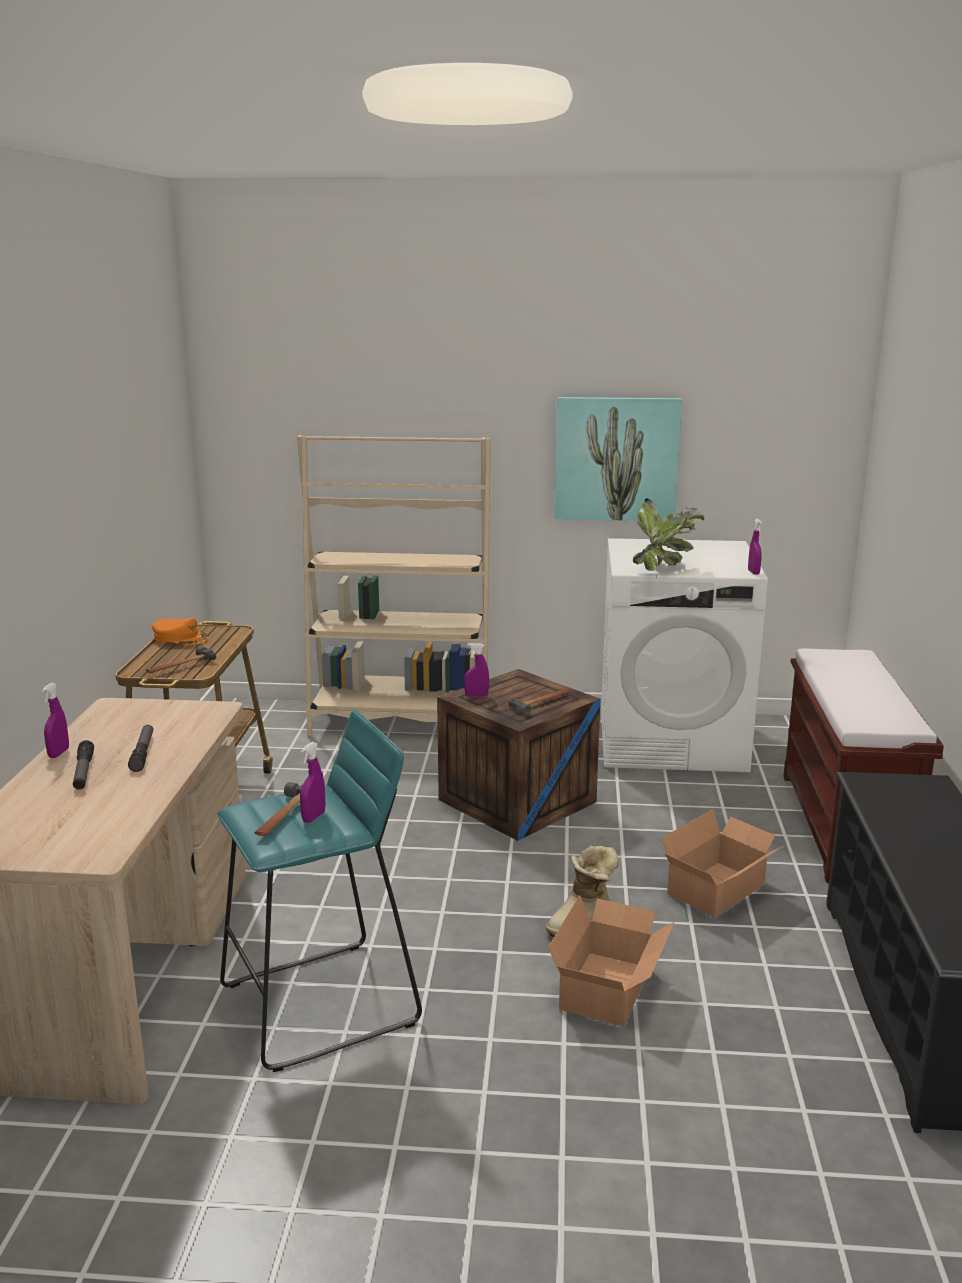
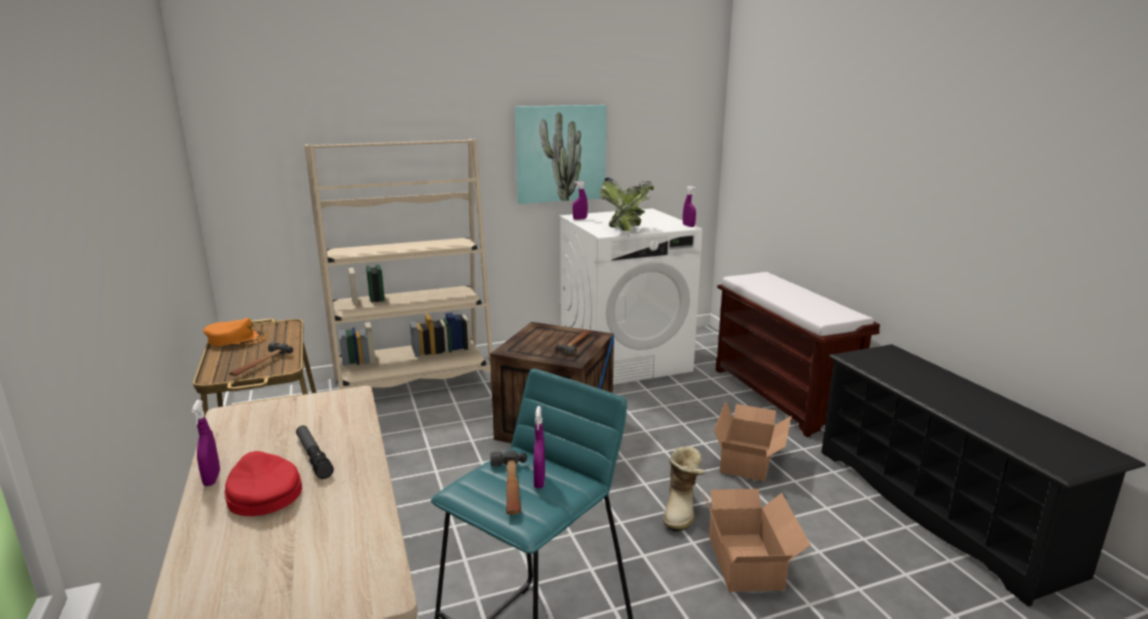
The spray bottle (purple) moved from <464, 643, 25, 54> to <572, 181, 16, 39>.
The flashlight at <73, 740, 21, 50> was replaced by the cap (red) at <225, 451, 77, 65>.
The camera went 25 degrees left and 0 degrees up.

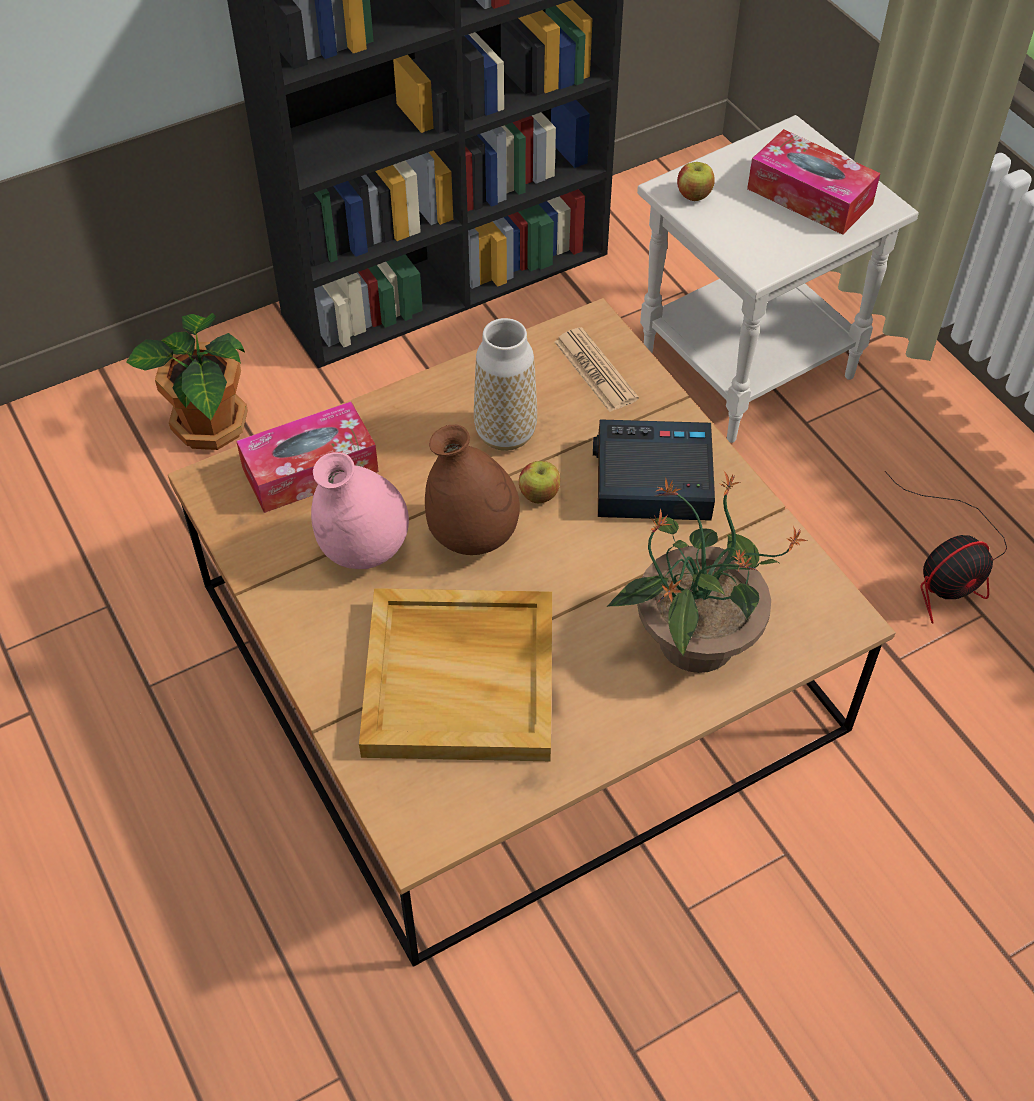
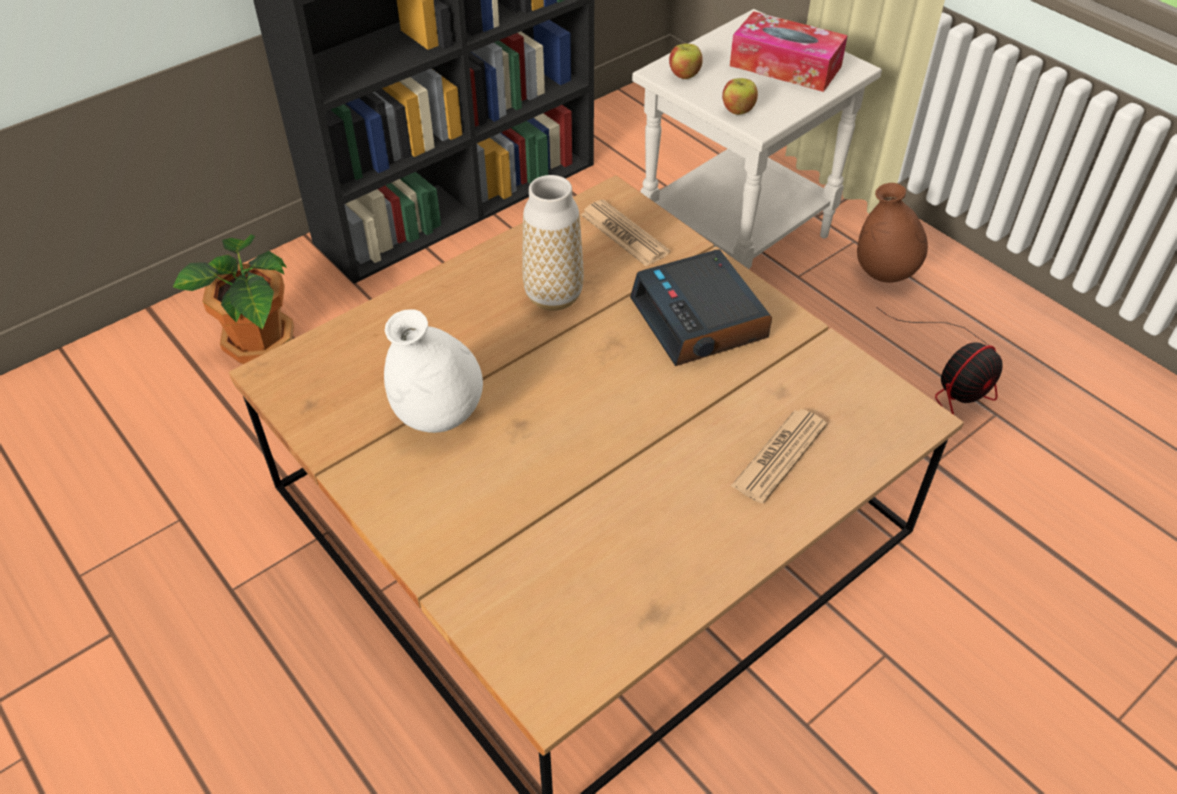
The tissue box at <236, 401, 143, 112> disappeared.
The alarm clock at <593, 419, 122, 102> turned 105 degrees counterclockwise.
The vase (brown) moved from <425, 425, 95, 130> to <857, 183, 71, 100>.
The vase (pink) at <311, 452, 98, 117> became the vase (white) at <384, 309, 99, 124>.
The apple moved from <519, 461, 41, 42> to <722, 78, 36, 37>.
The potted plant at <607, 471, 200, 202> was replaced by the newspaper at <731, 409, 96, 94>.
The tray (beige) at <359, 588, 193, 173> disappeared.
The camera went 10 degrees left and 5 degrees down.

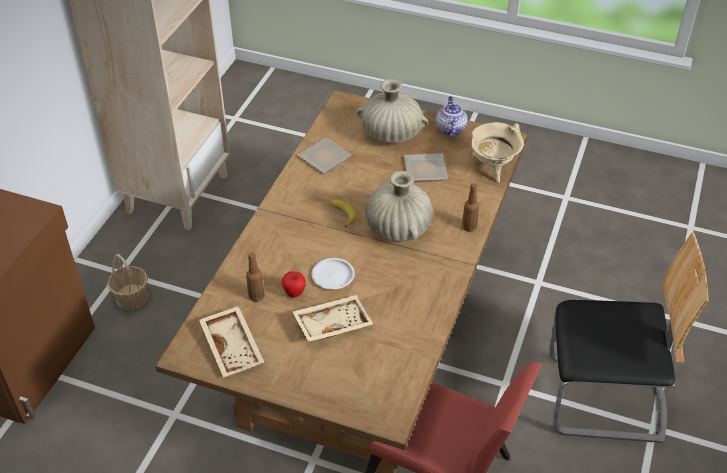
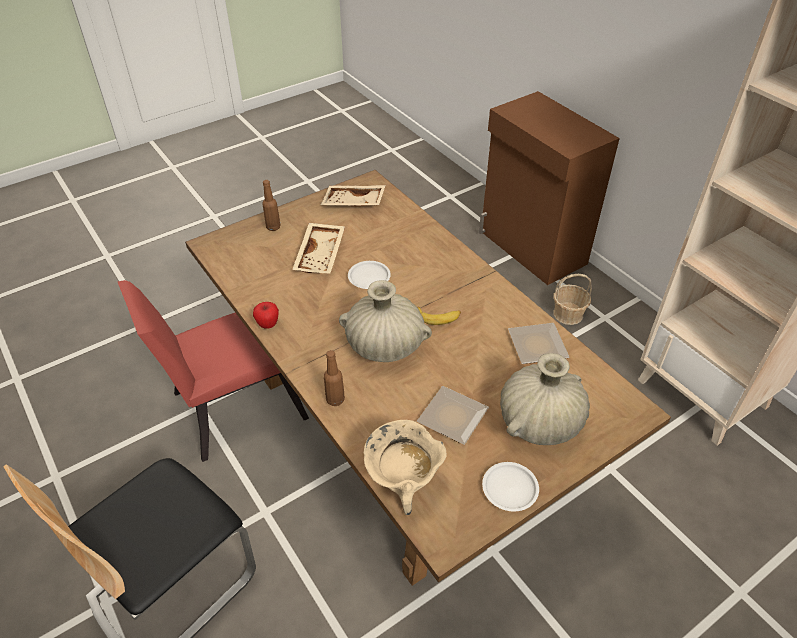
The teapot at <436, 96, 32, 42> was replaced by the plate (white) at <482, 462, 57, 50>.
The bottle (brown) moved from <246, 252, 19, 50> to <262, 180, 19, 51>.
The apple moved from <282, 271, 24, 26> to <253, 302, 26, 27>.
The camera went 125 degrees right and 0 degrees up.

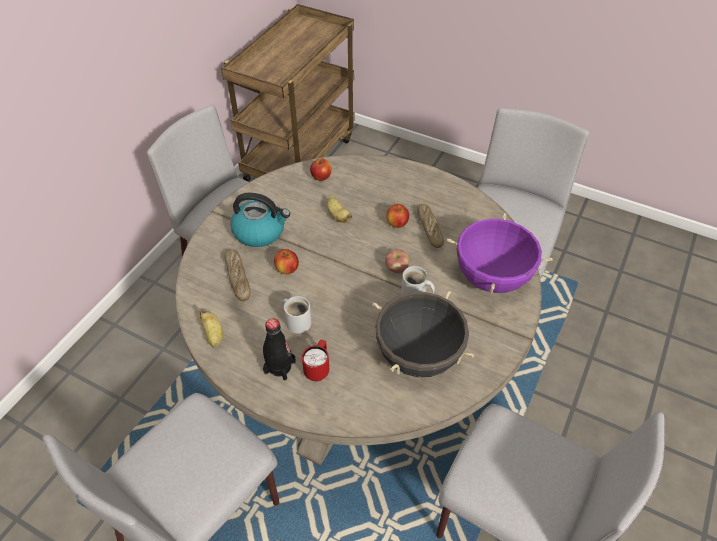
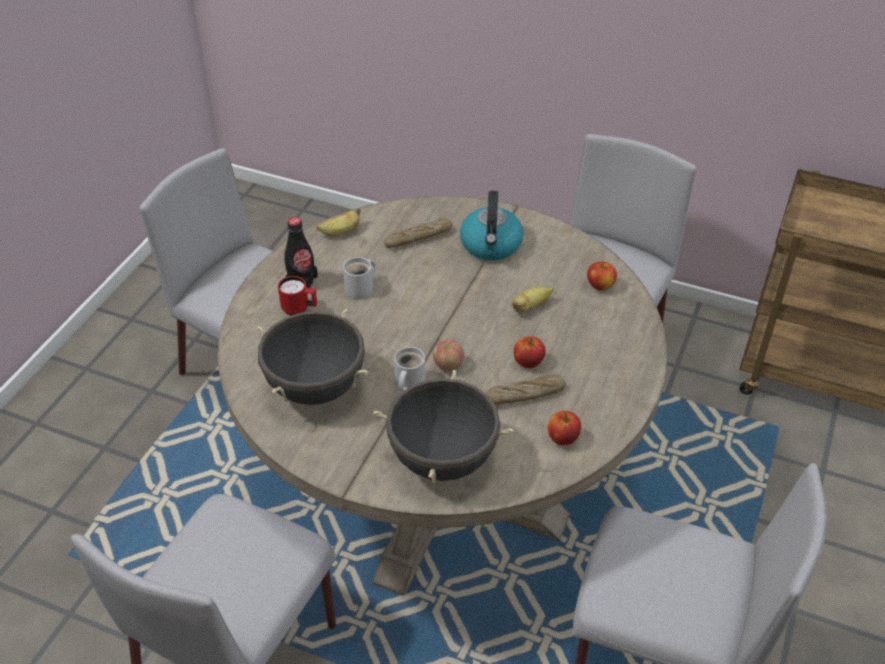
The cooking pot (purple) at <447, 214, 106, 80> became the cooking pot (black) at <374, 370, 140, 113>.
The apple moved from <274, 249, 25, 25> to <548, 411, 33, 34>.
The camera went 85 degrees right and 5 degrees down.

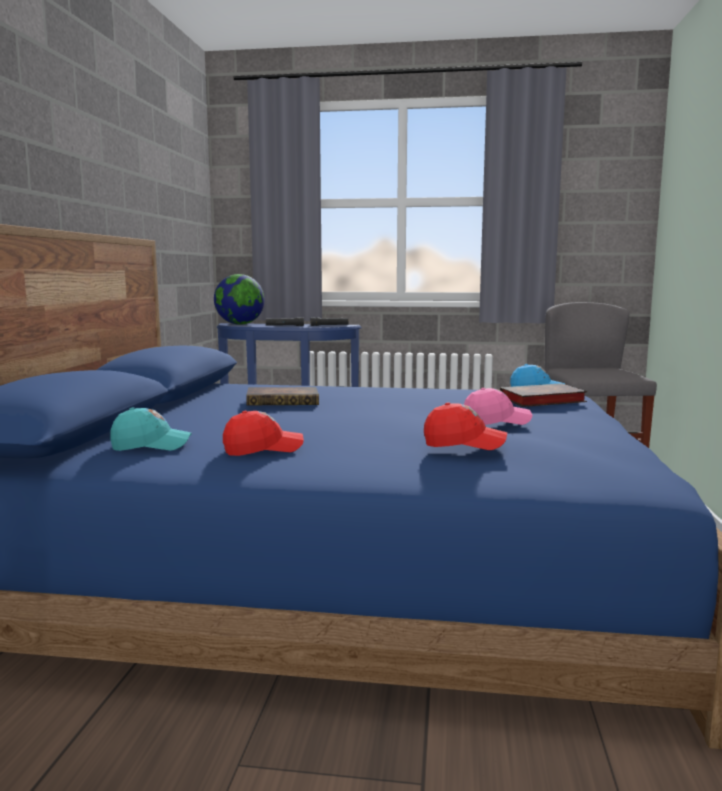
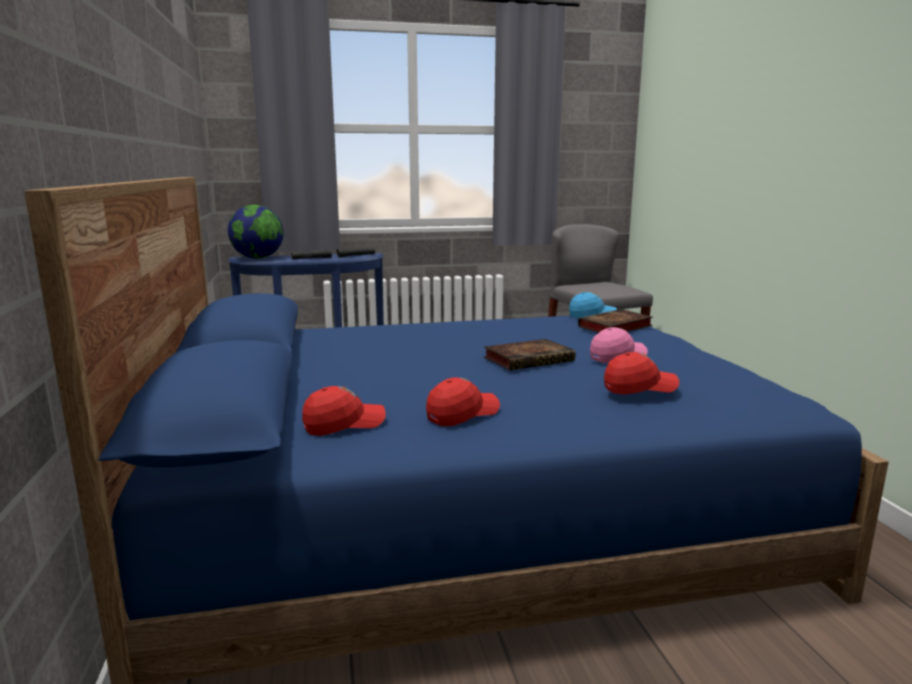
The book moved from <246, 387, 73, 18> to <483, 339, 92, 31>.
The cap (turquoise) at <110, 407, 82, 44> became the cap (red) at <302, 386, 84, 50>.
The camera went 20 degrees left and 5 degrees up.

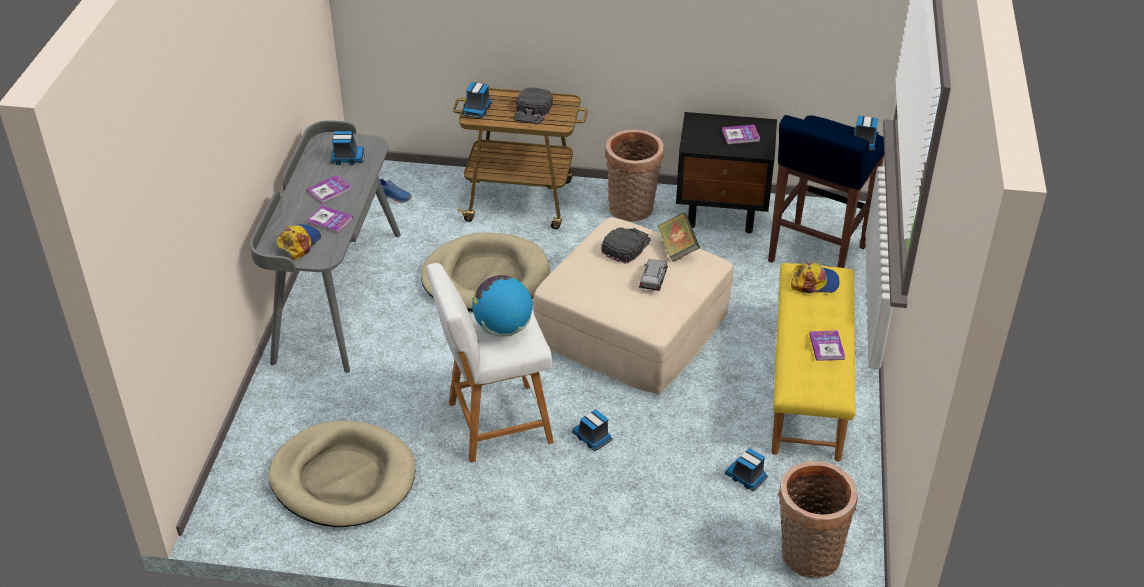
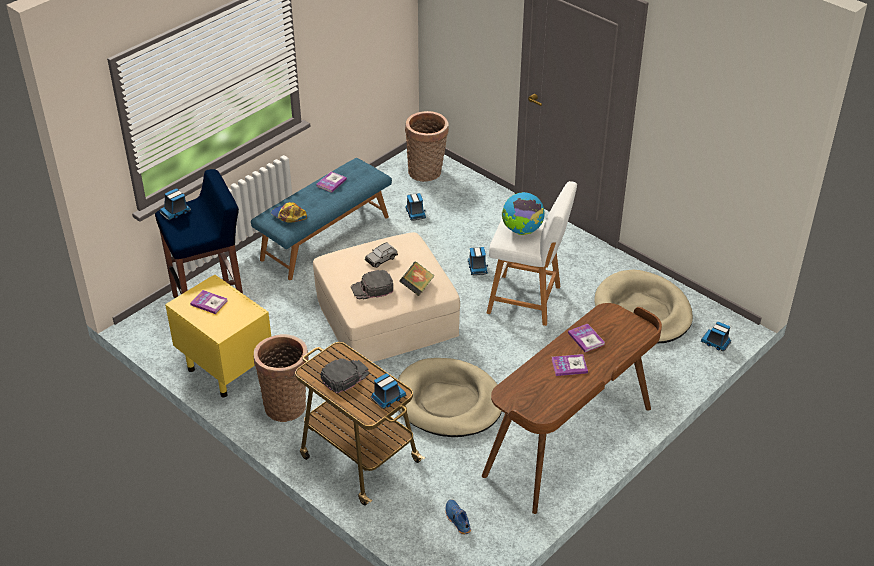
The nightstand (black) at <676, 112, 101, 121> became the nightstand (yellow) at <165, 275, 106, 122>.
The desk (grey) at <250, 120, 151, 253> became the desk (brown) at <482, 303, 180, 211>.
The toy truck moved from <330, 131, 35, 34> to <701, 322, 30, 30>.
The book moved from <658, 213, 42, 49> to <400, 261, 35, 35>.
The cap at <276, 224, 45, 36> disappeared.
The bench (yellow) at <771, 263, 84, 198> became the bench (blue) at <251, 158, 141, 122>.
The camera went 145 degrees left and 0 degrees up.

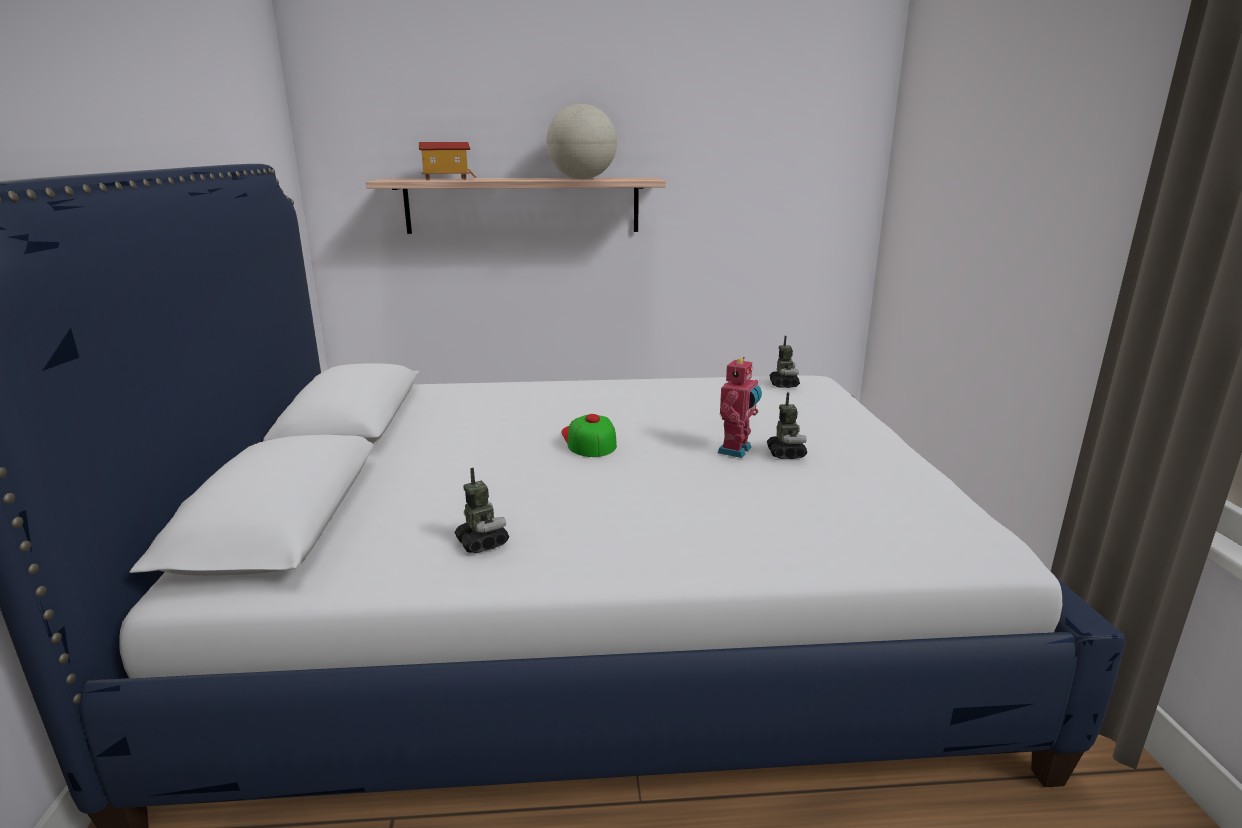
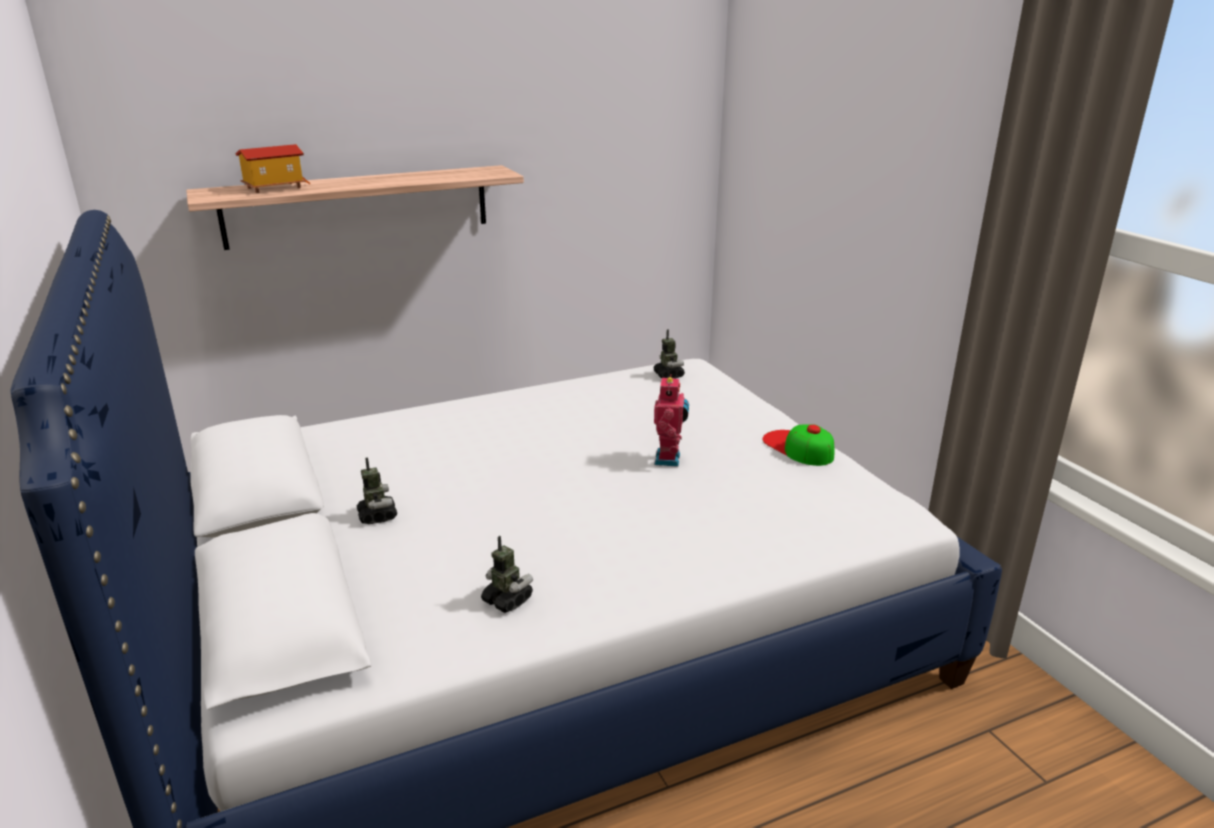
The globe at <546, 104, 71, 75> disappeared.
The toy robot moved from <767, 392, 40, 67> to <357, 457, 40, 67>.
The cap moved from <561, 414, 56, 43> to <763, 424, 71, 42>.
The camera went 20 degrees left and 5 degrees up.

